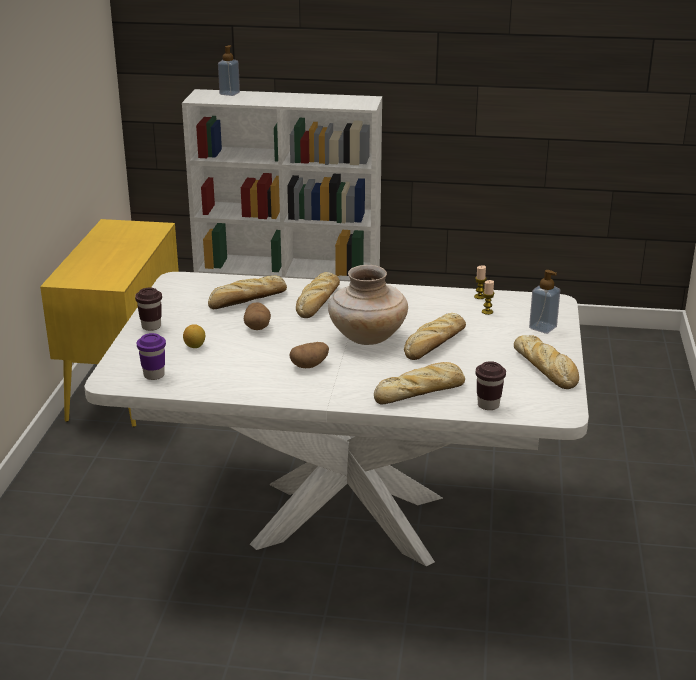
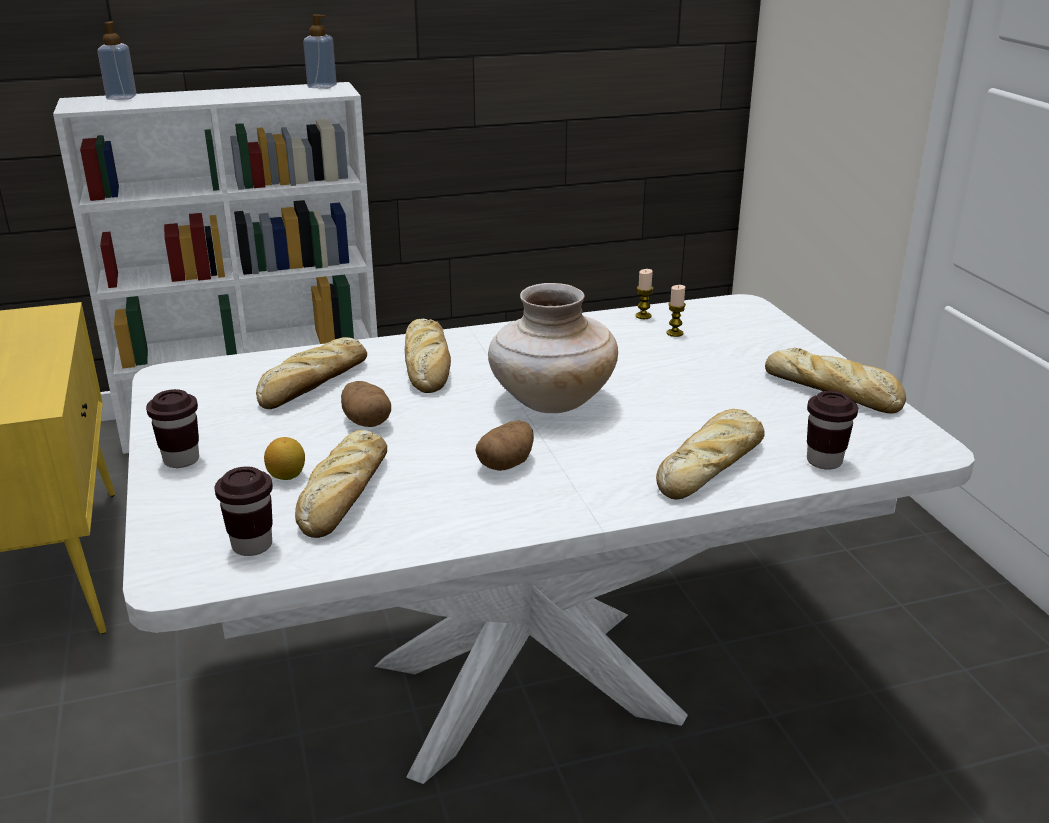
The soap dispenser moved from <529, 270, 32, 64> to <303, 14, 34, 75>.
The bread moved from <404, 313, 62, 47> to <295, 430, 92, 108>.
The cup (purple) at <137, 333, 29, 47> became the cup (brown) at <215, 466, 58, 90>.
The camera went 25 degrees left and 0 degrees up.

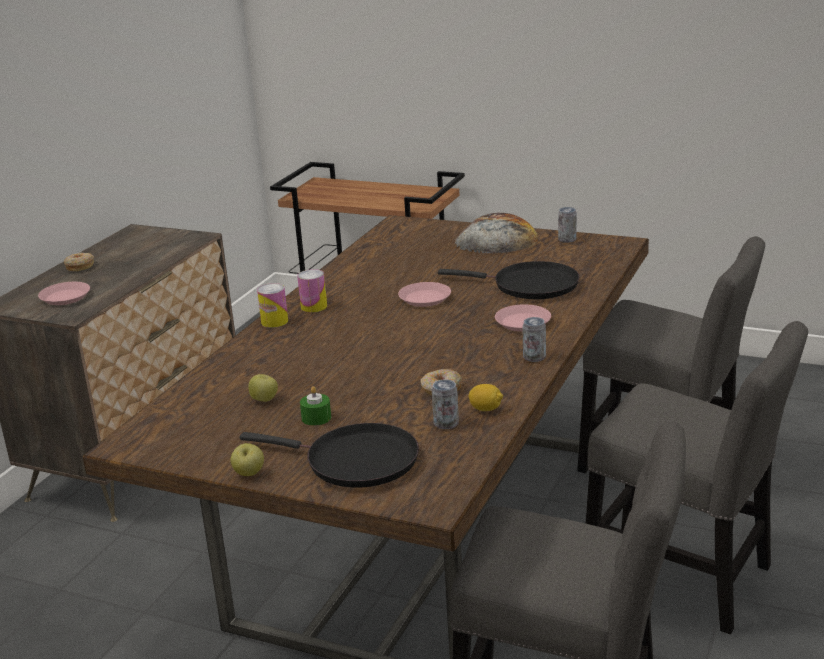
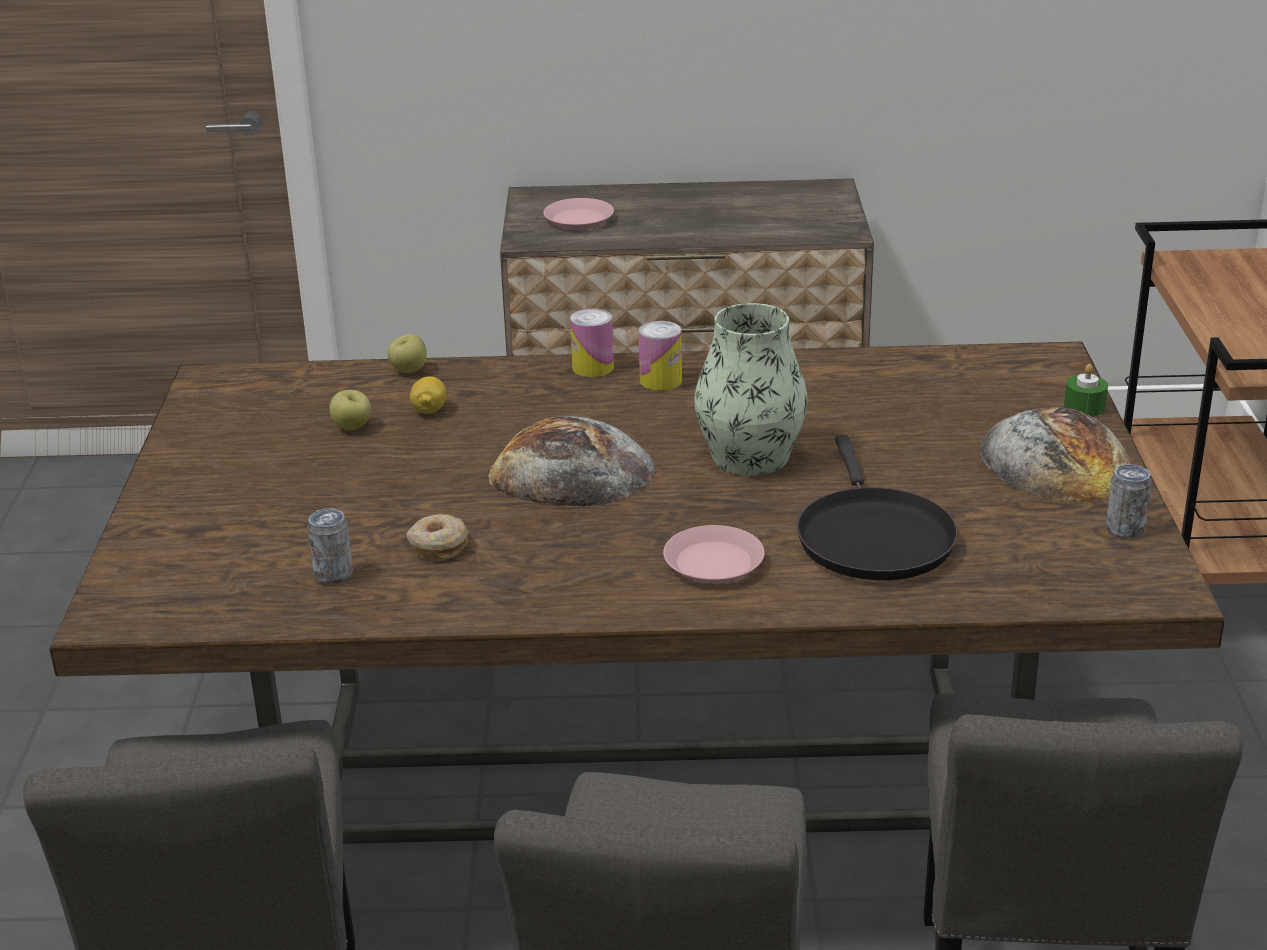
The donut at <64, 253, 30, 18> disappeared.
The plate (pink) at <398, 282, 53, 25> was replaced by the vase at <694, 303, 114, 173>.
The can at <522, 317, 24, 45> disappeared.
The lemon moved from <469, 384, 34, 27> to <410, 376, 36, 38>.
The candle (green) moved from <300, 386, 31, 40> to <1064, 364, 44, 53>.
The frying pan (black) at <239, 423, 180, 65> disappeared.
The apple moved from <230, 443, 34, 33> to <387, 334, 40, 39>.
The bread at <488, 416, 167, 90> appeared.
The camera went 65 degrees right and 5 degrees up.

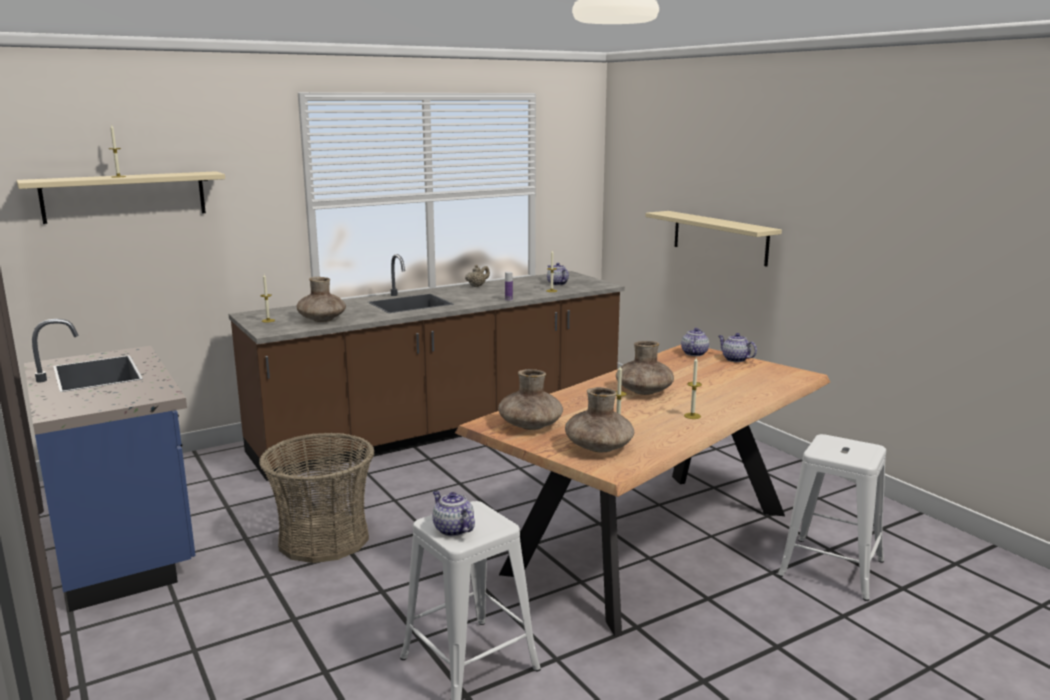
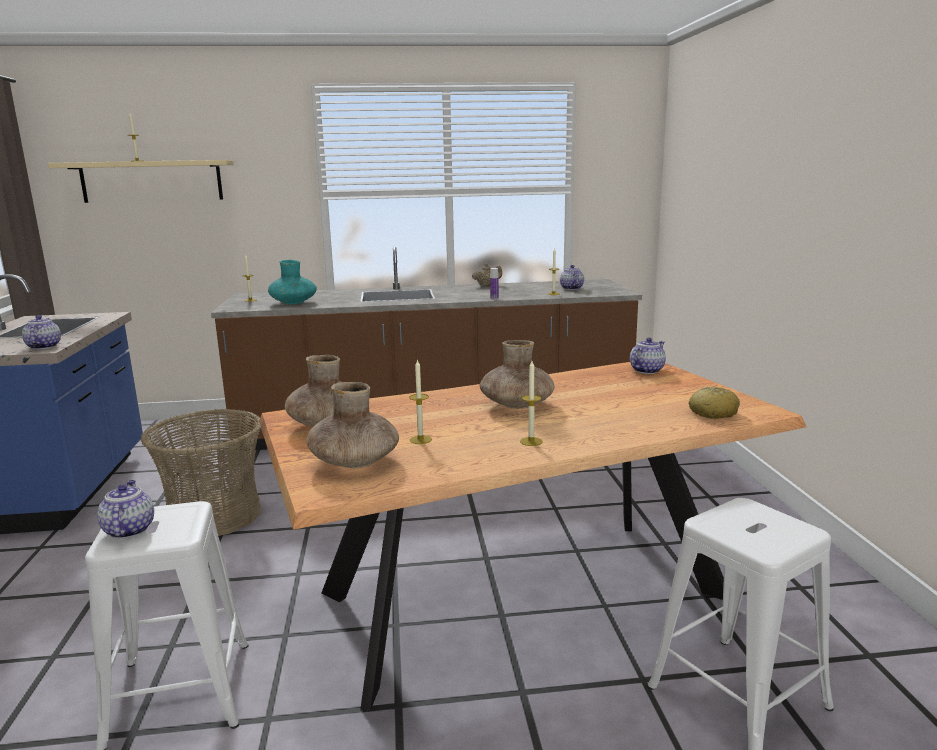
The shelf (beige) at <645, 211, 137, 56> disappeared.
The vase (brown) at <297, 277, 49, 45> became the vase (turquoise) at <268, 260, 49, 44>.
The teapot moved from <718, 333, 39, 29> to <22, 315, 39, 34>.
The bread at <689, 387, 51, 32> appeared.
The camera went 25 degrees right and 0 degrees up.

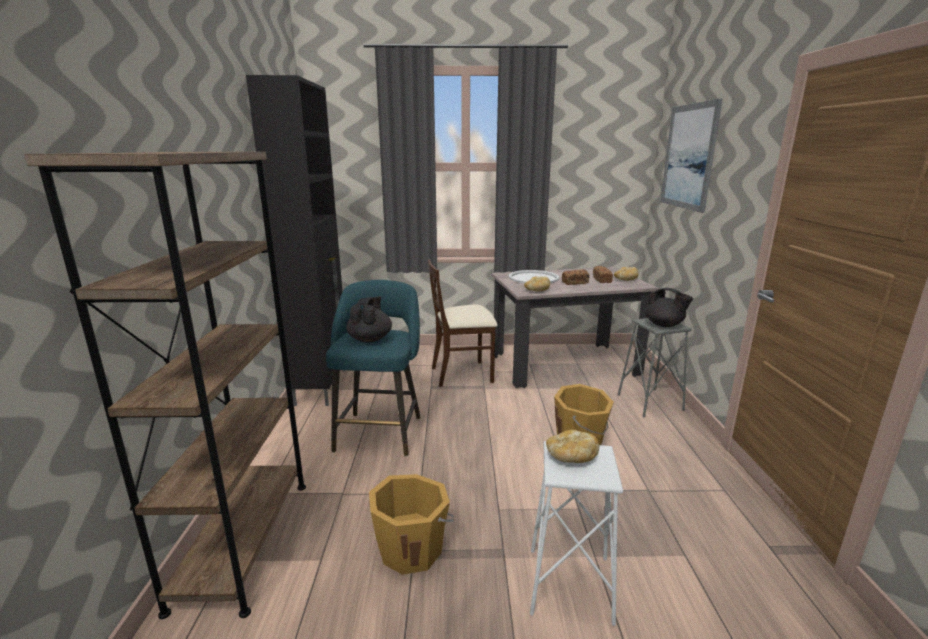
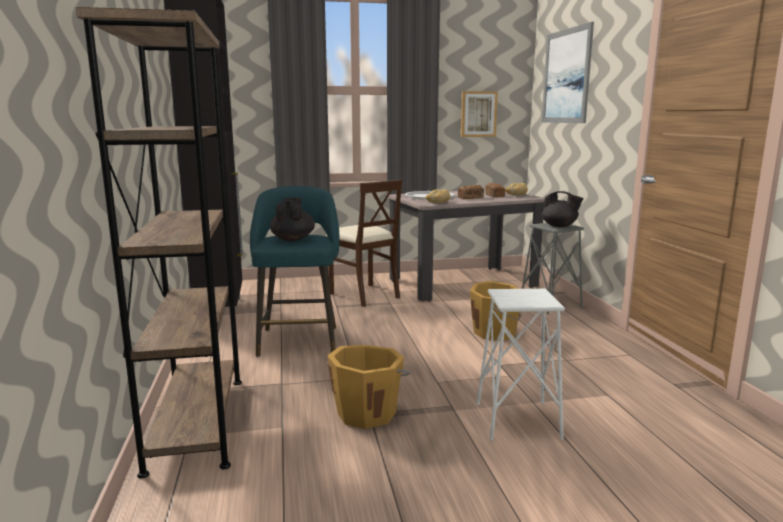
The chair (beige) at <428, 259, 69, 128> turned 105 degrees counterclockwise.
The bread at <546, 430, 53, 33> disappeared.
The picture at <461, 91, 37, 46> appeared.
The camera went 10 degrees left and 5 degrees down.

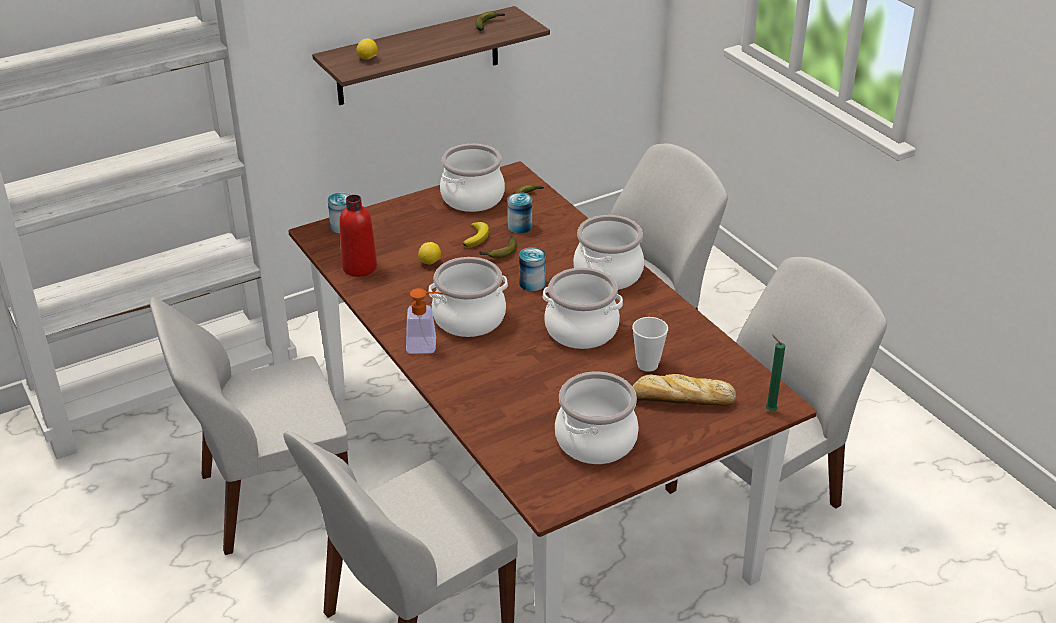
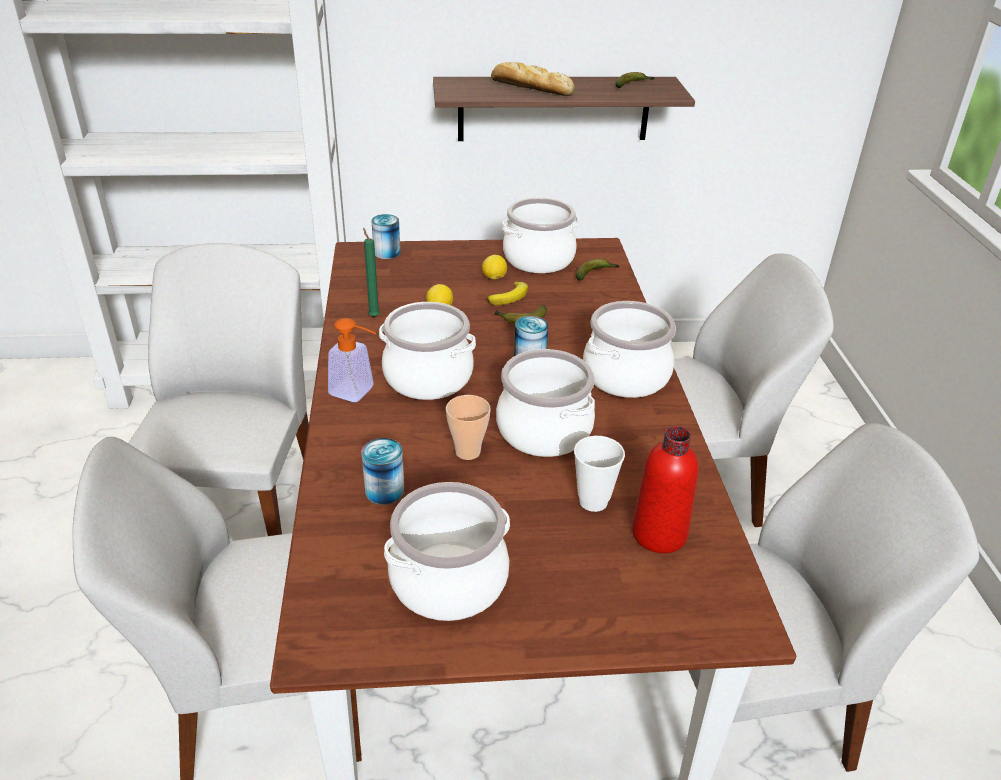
The lemon moved from <356, 38, 22, 22> to <482, 255, 25, 24>.
The can moved from <507, 192, 25, 42> to <361, 438, 44, 67>.
The bottle (red) moved from <339, 195, 38, 82> to <632, 426, 67, 127>.
The chair (white) at <150, 297, 198, 258> turned 90 degrees clockwise.
The candle (green) moved from <766, 335, 19, 76> to <363, 228, 17, 89>.
The bread moved from <632, 374, 104, 32> to <491, 62, 83, 34>.
The cup at <446, 395, 45, 65> appeared.
The camera went 25 degrees right and 0 degrees up.

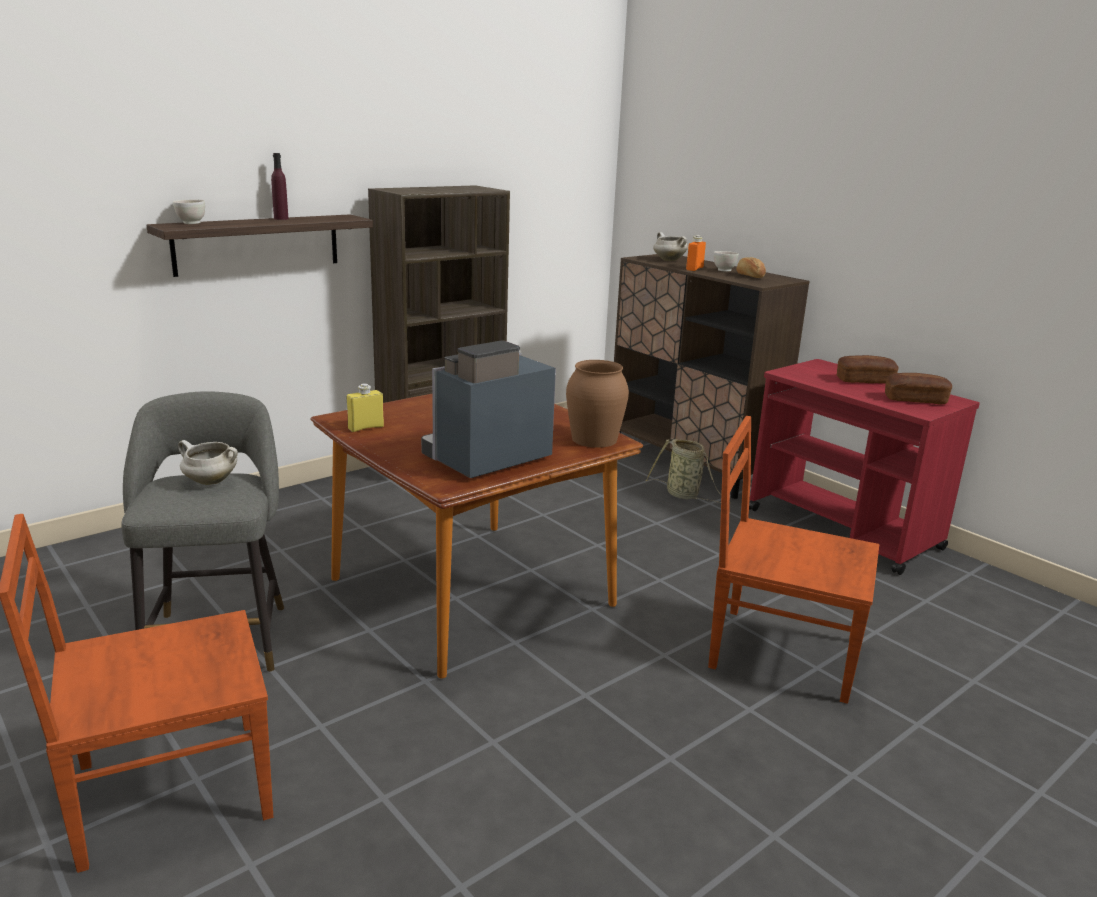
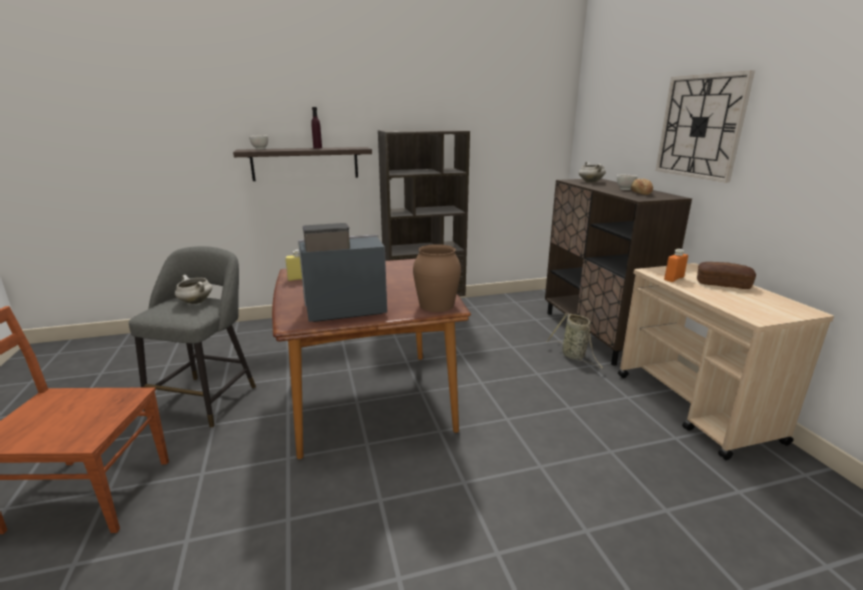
The bottle (orange) moved from <686, 235, 20, 36> to <664, 249, 24, 33>.
The cart (red) at <749, 359, 231, 216> became the cart (beige) at <618, 263, 216, 197>.
The bread at <885, 373, 67, 31> disappeared.
The chair (brown) at <708, 416, 171, 288> disappeared.
The wall clock at <656, 70, 99, 113> appeared.
The camera went 25 degrees right and 0 degrees up.

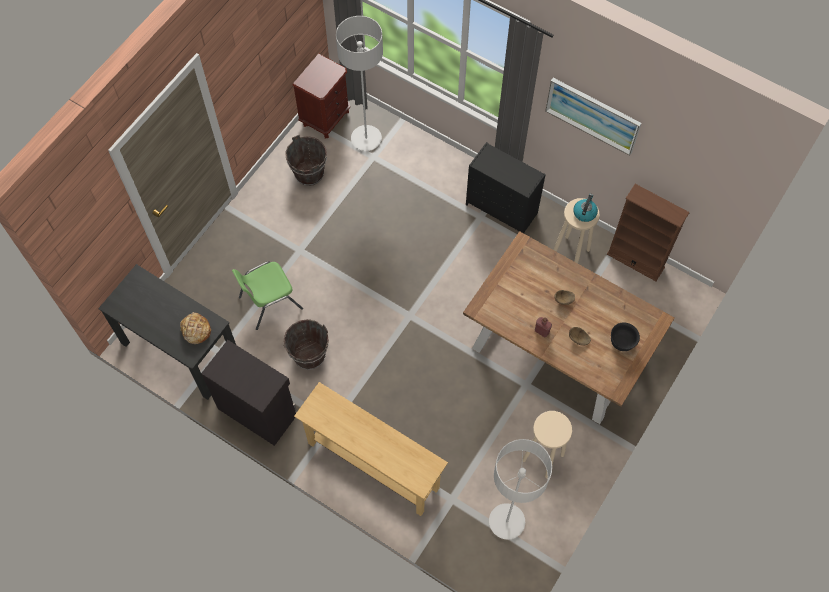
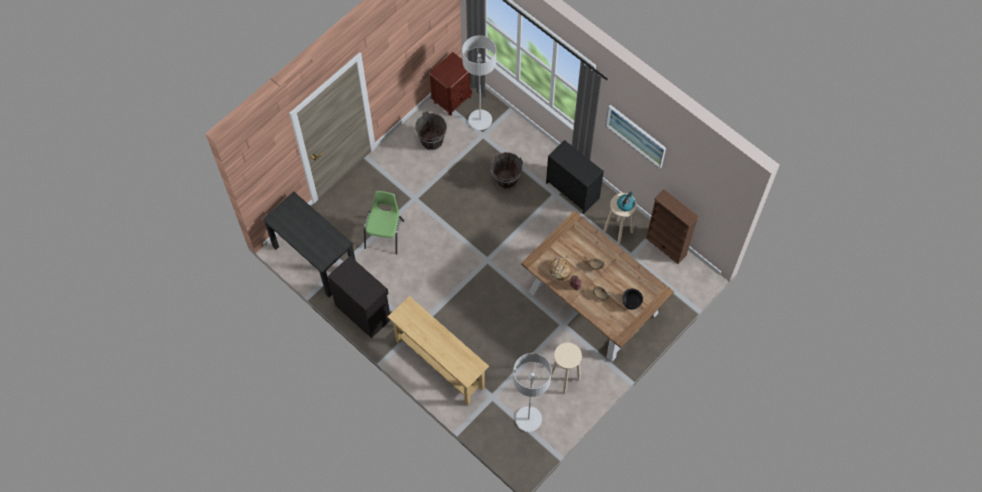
The chair (green) at <232, 261, 71, 69> turned 120 degrees clockwise.
The bread moved from <180, 312, 31, 32> to <549, 257, 23, 23>.
The bucket (brown) moved from <283, 319, 46, 51> to <491, 152, 32, 38>.
The camera went 10 degrees right and 0 degrees up.

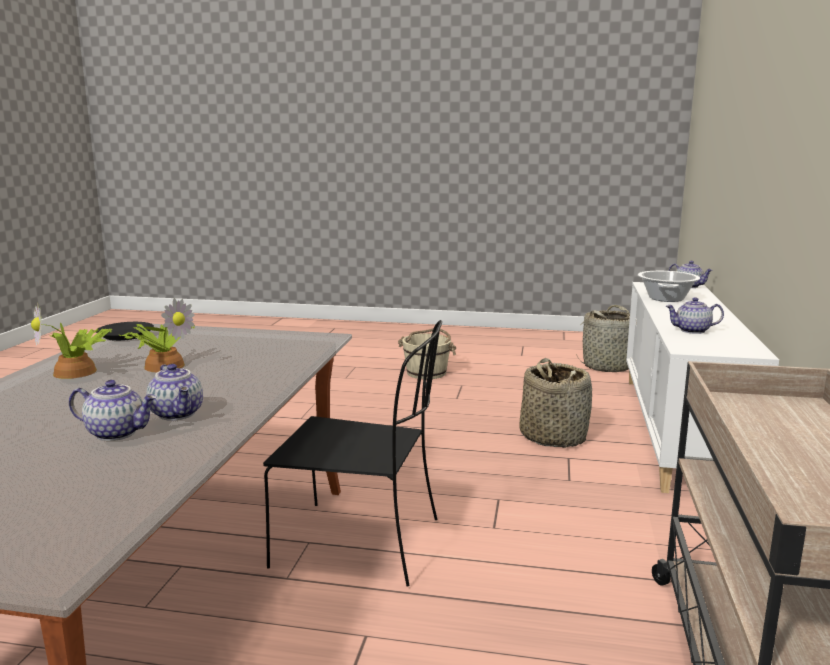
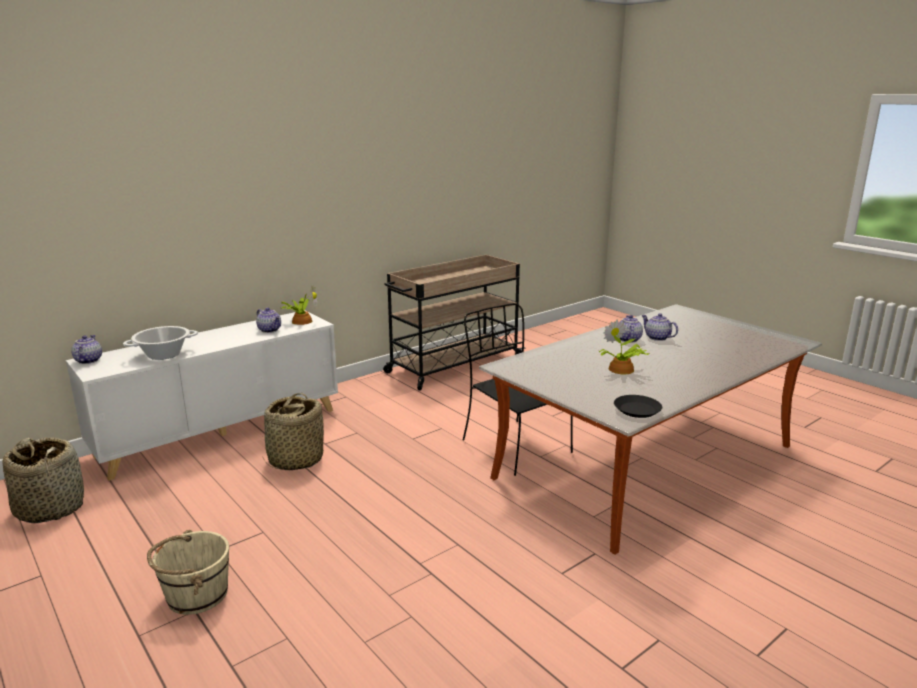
The potted plant moved from <31, 303, 81, 76> to <281, 286, 36, 39>.
The camera went 140 degrees left and 5 degrees up.

